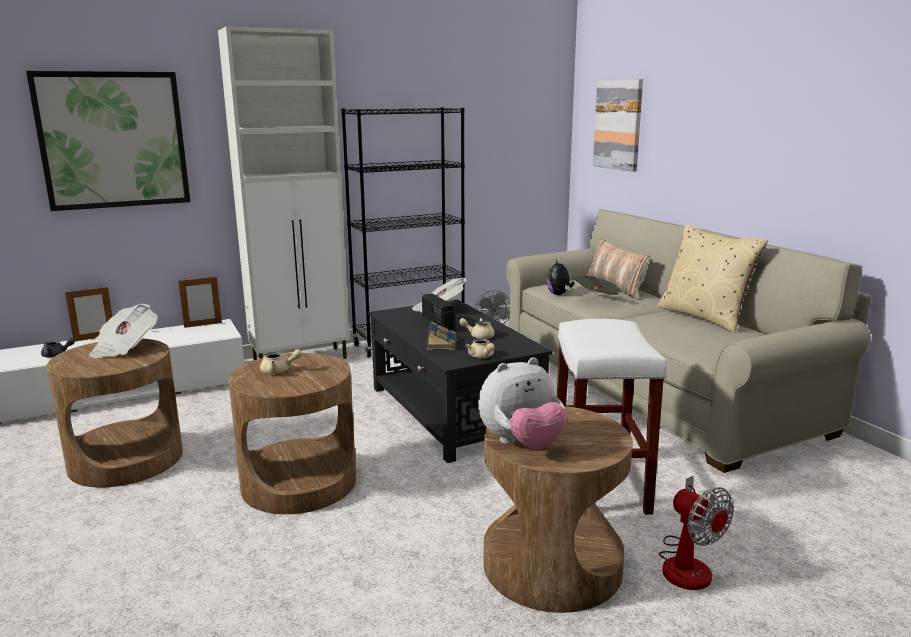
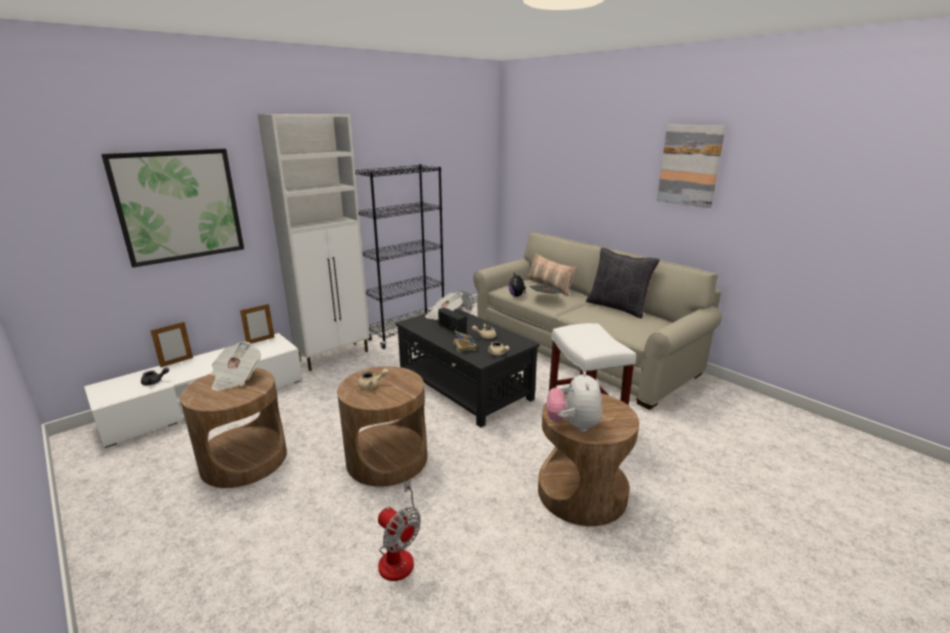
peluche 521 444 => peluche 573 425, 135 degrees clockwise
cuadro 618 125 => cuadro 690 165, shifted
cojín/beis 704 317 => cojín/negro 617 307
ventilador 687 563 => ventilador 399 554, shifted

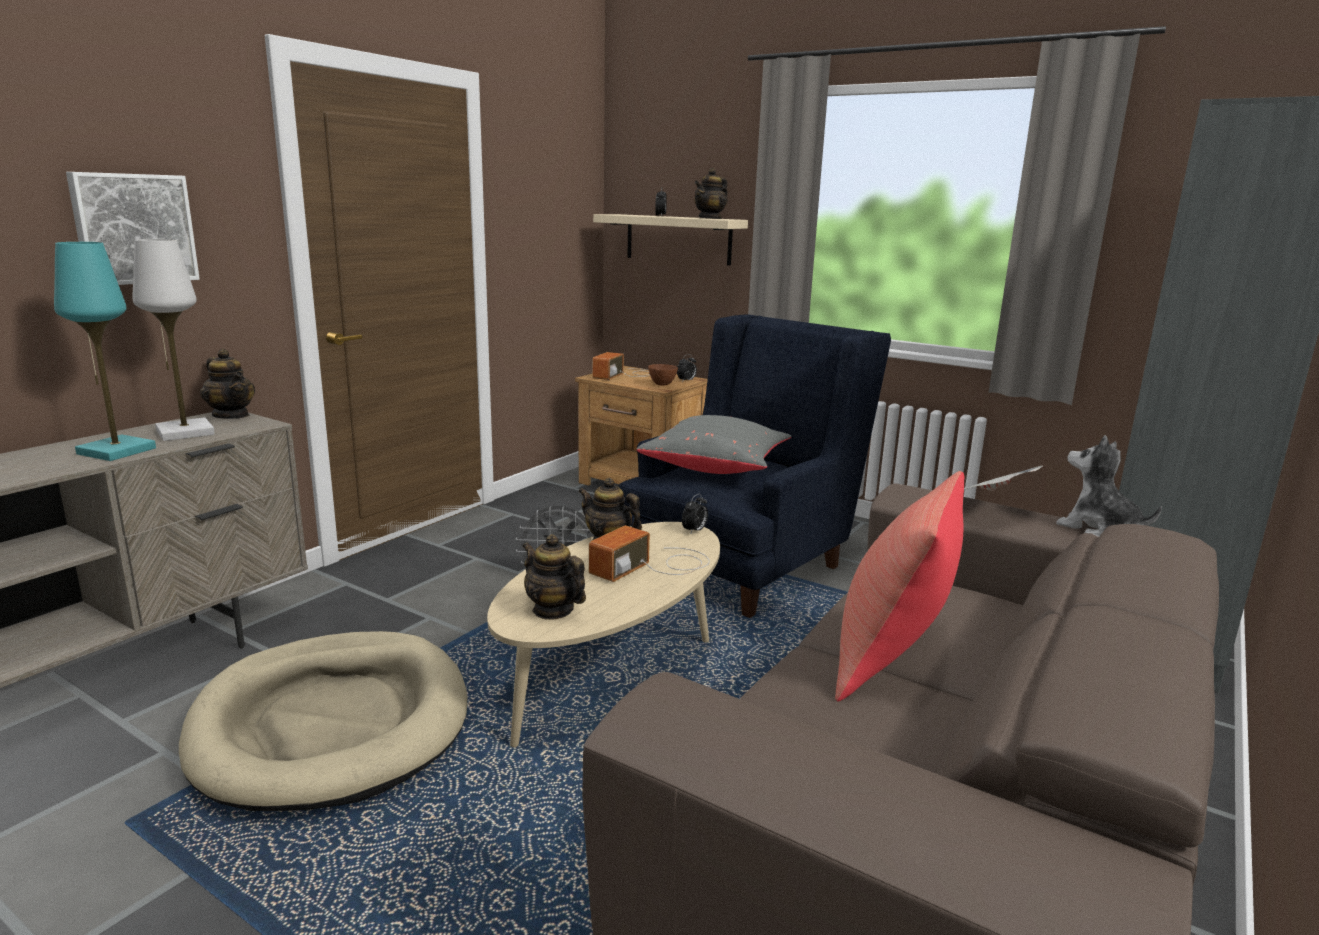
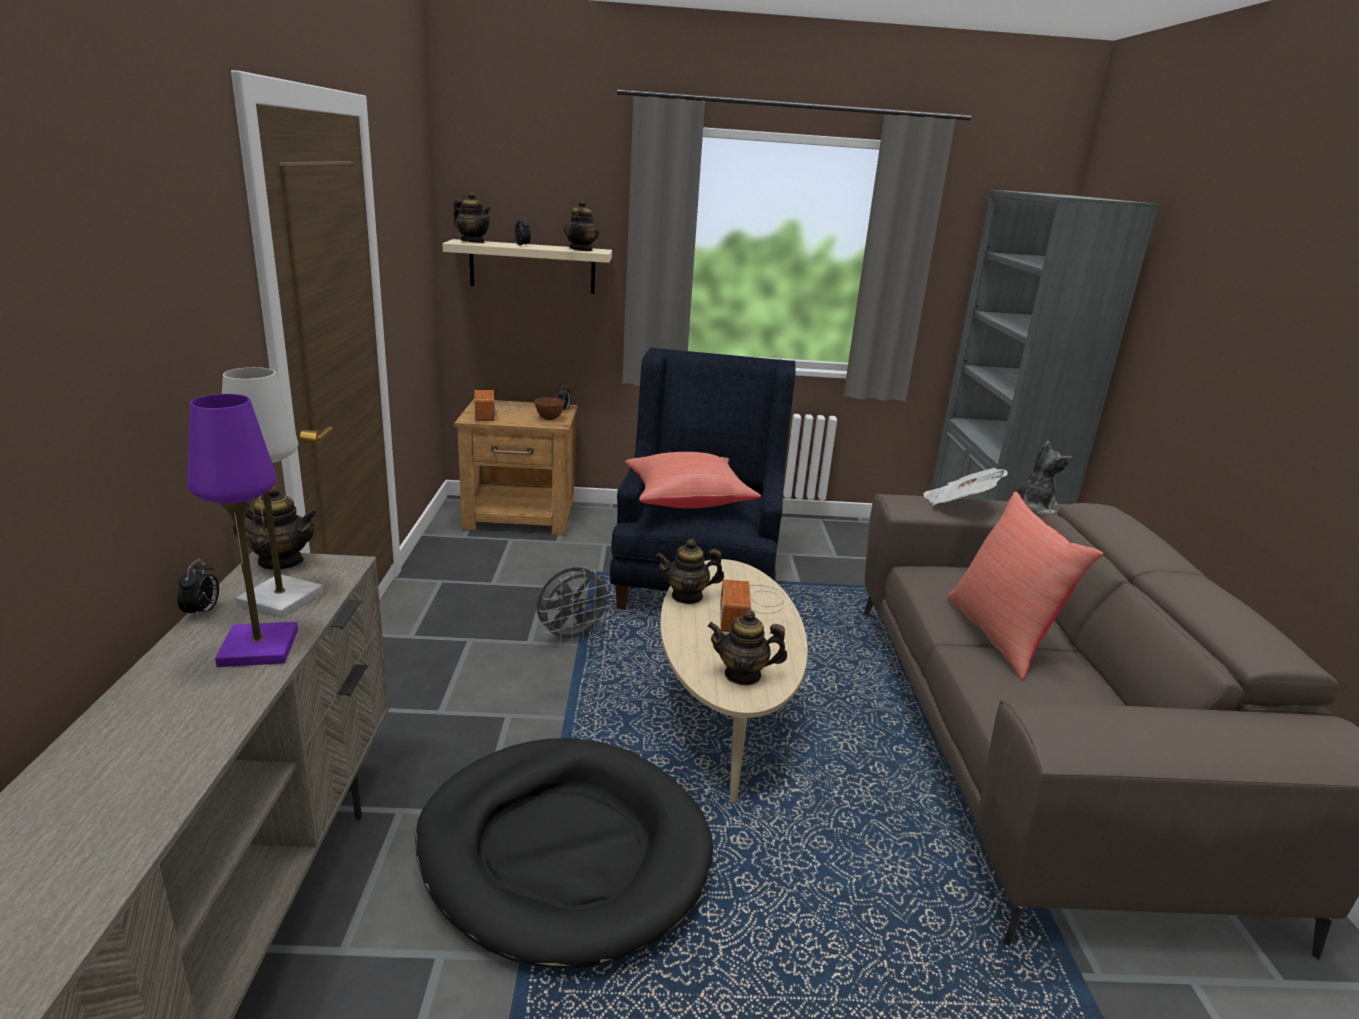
lámpara de mesa/turquesa 116 451 => lámpara de mesa/morado 259 648
cuadro 133 228 => nothing
cama para perro/beis 332 724 => cama para perro/negro 563 852
cojín/gris 716 468 => cojín/rojo 687 500
despertador 694 531 => despertador 202 612, shifted
peluche 1098 529 => peluche 1033 507, 120 degrees clockwise
nothing => tetera 473 242

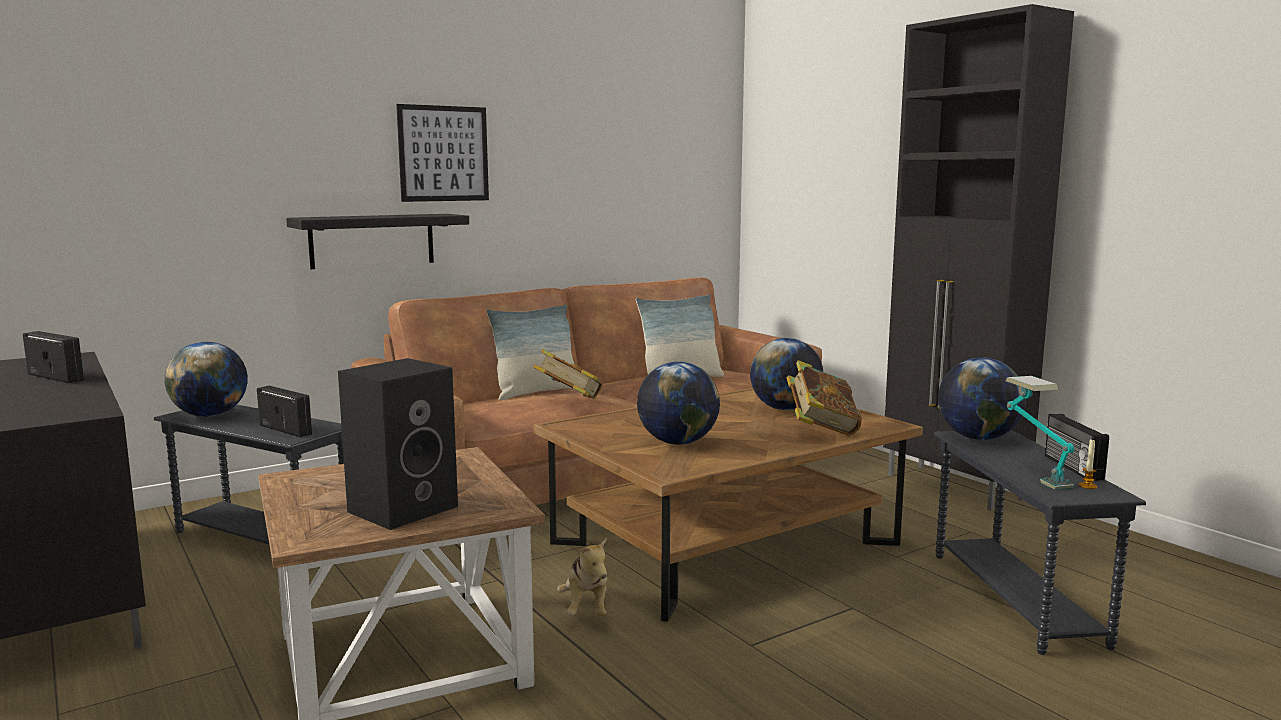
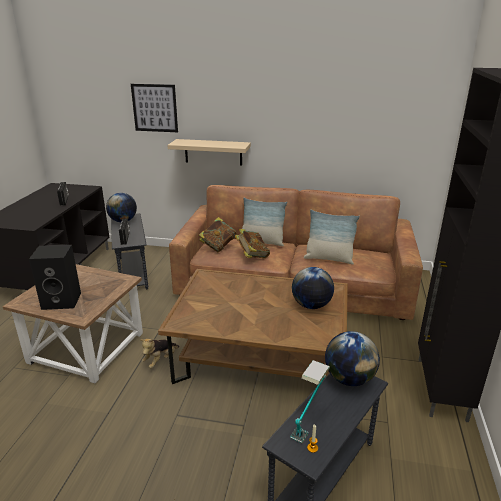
estante/negro 372 240 => estante/beis 213 152
cuadro 443 153 => cuadro 154 108, shifted
globo terráqueo 677 442 => nothing
libro 821 429 => libro 218 246, shifted
radio 1071 467 => nothing

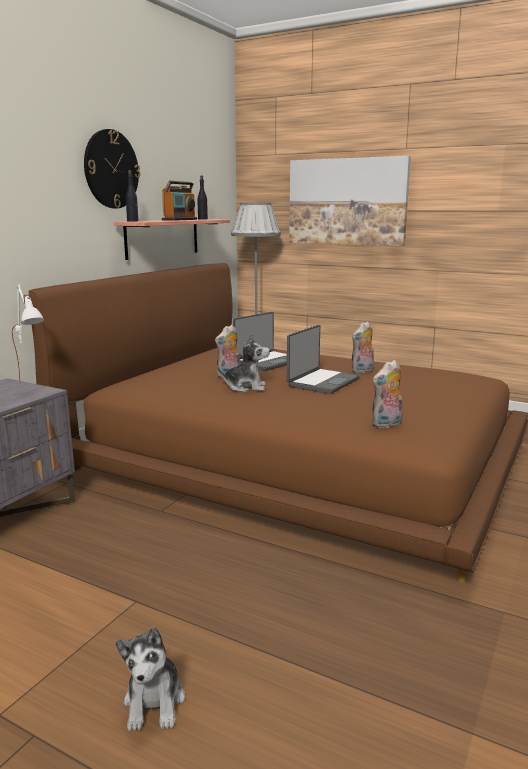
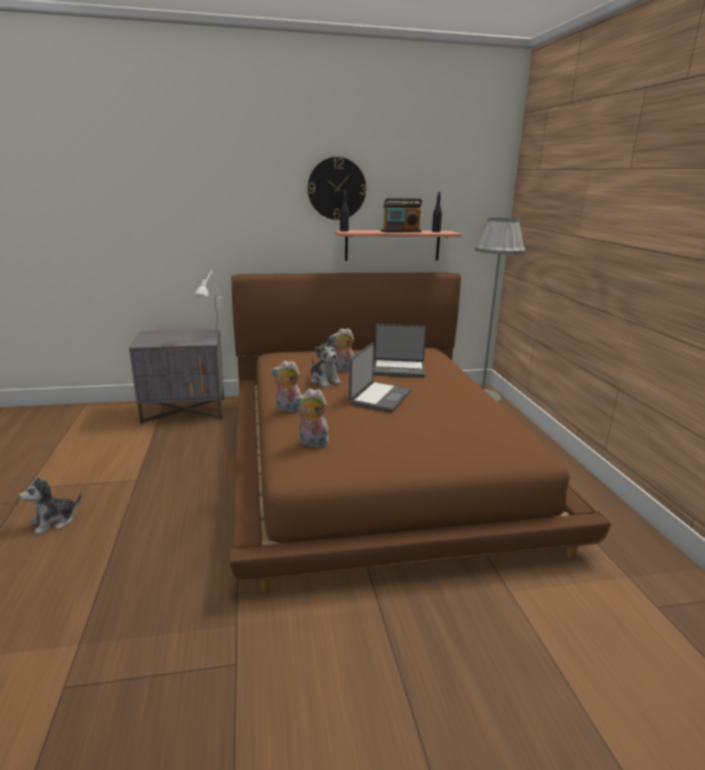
portátil 322 382 => portátil 379 397, 60 degrees counterclockwise
cuadro 347 202 => nothing
peluche 362 371 => peluche 287 409, shifted

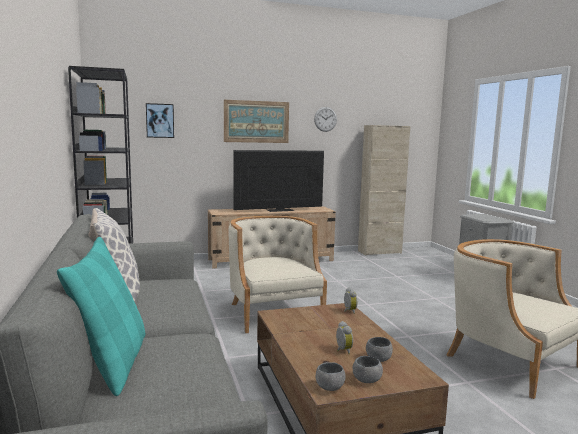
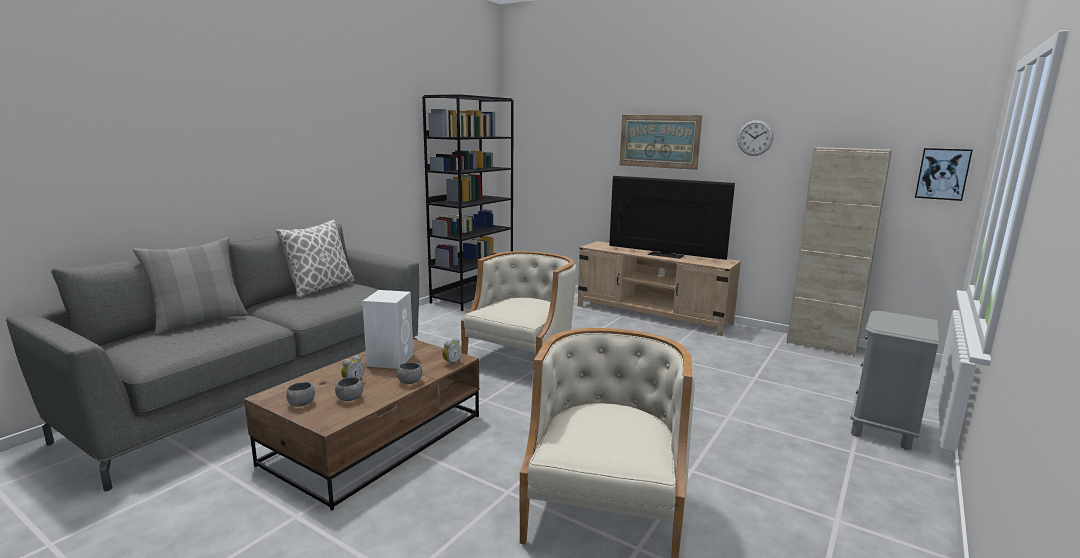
cojín/turquesa 112 363 => cojín/gris 199 322
cuadro 160 120 => cuadro 942 174, shifted
cuenco/gris 329 387 => cuenco/gris 410 382, shifted
nothing => altavoz/blanco 391 359

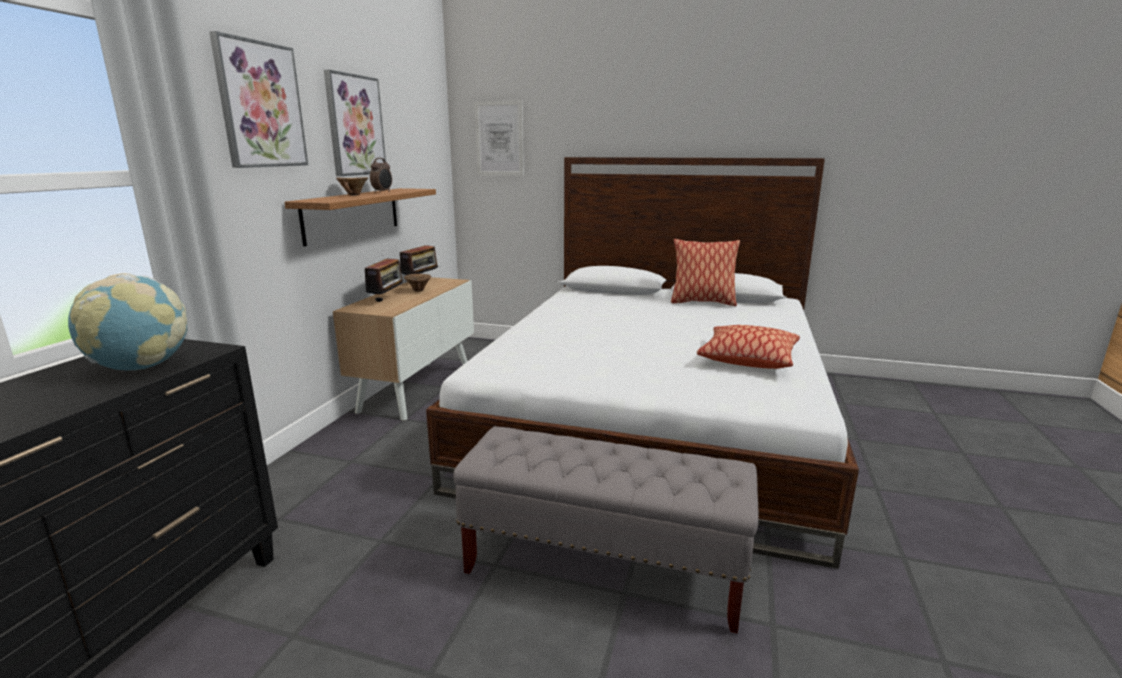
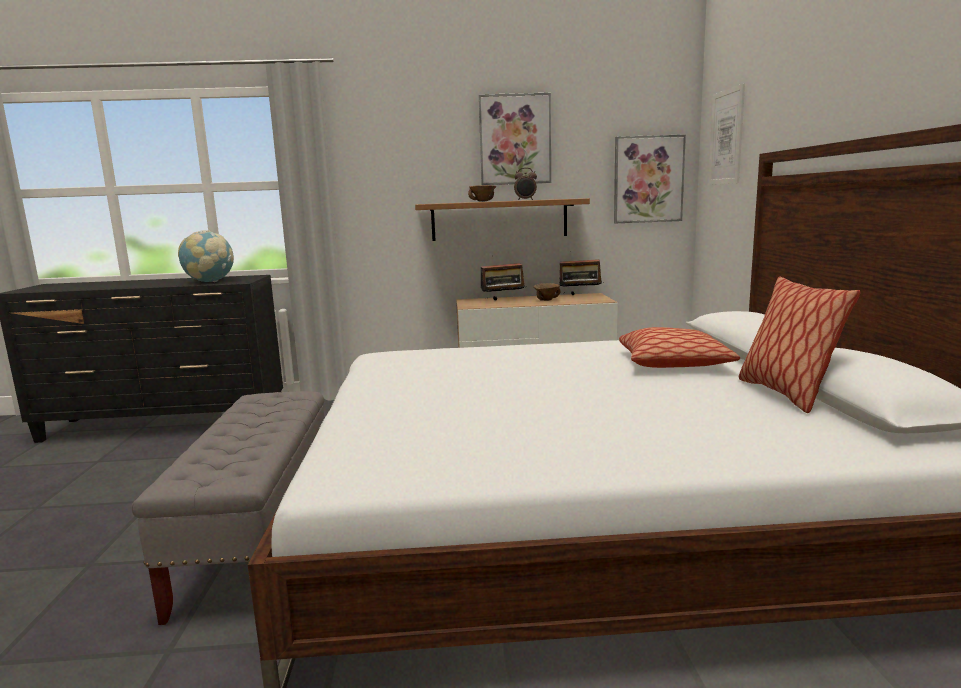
cuadro 260 105 => cuadro 648 179, shifted
cojín 748 359 => cojín 673 363, shifted

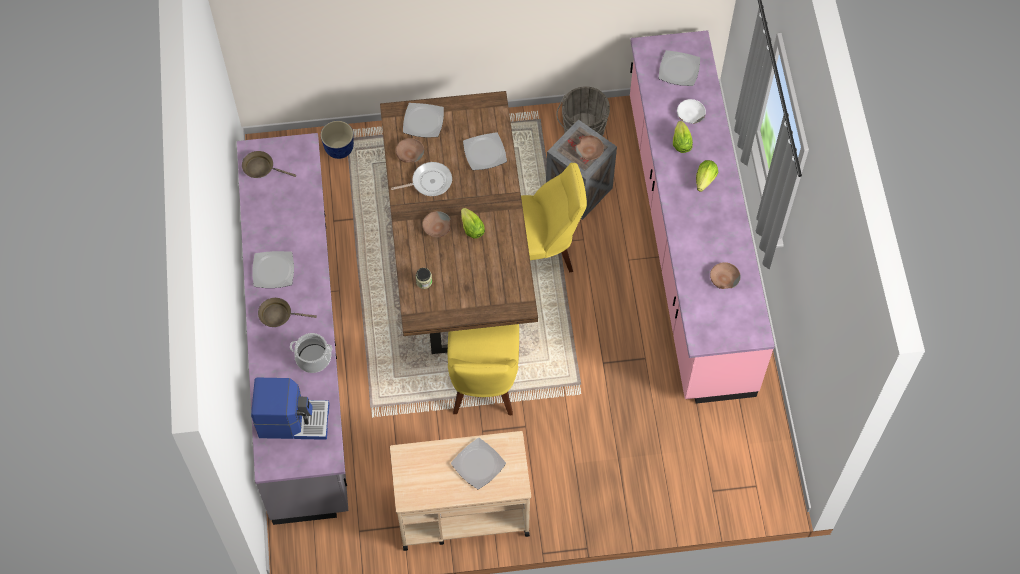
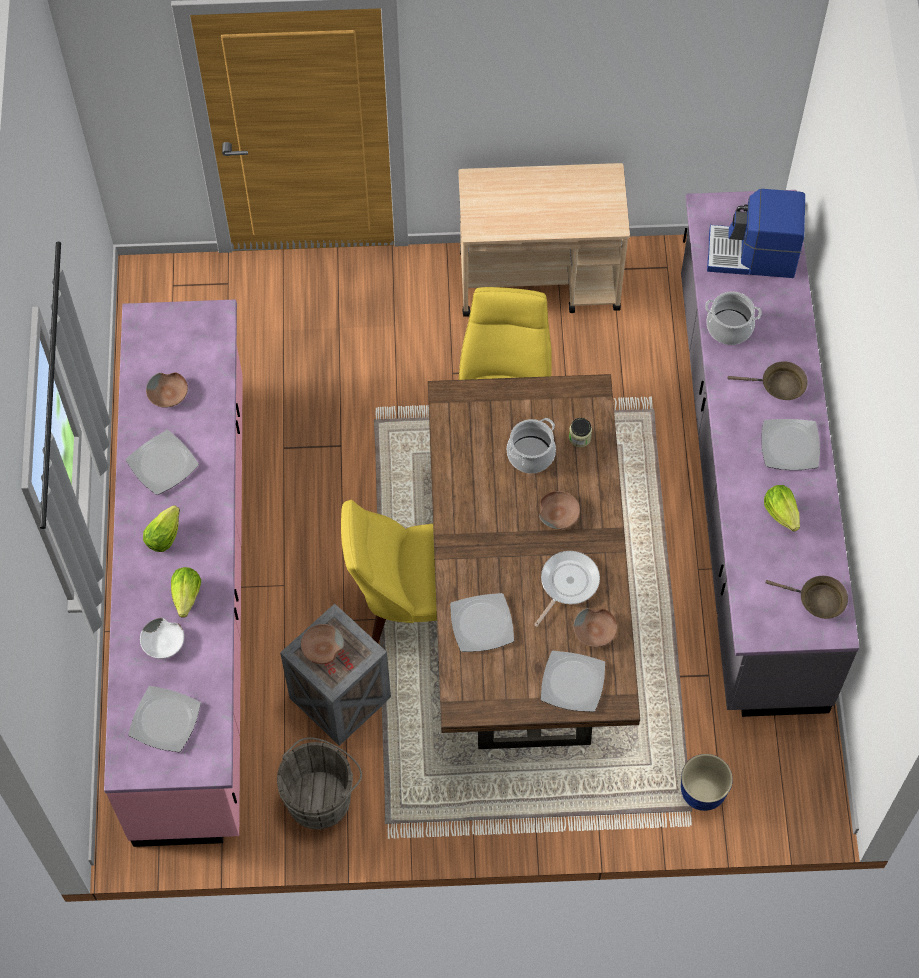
sartén 429 182 => sartén 567 583, 135 degrees clockwise
plato 479 464 => plato 162 464, shifted
lechuga 472 229 => lechuga 781 513, shifted
nothing => olla 530 454

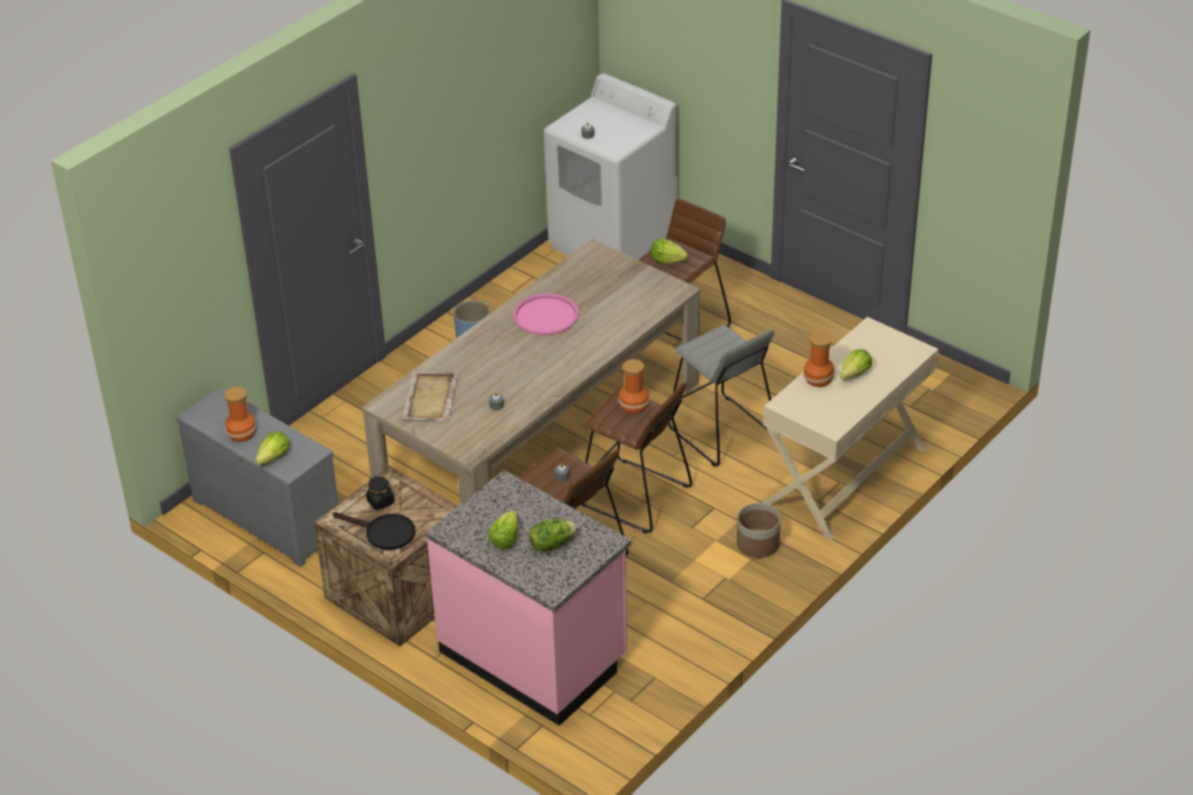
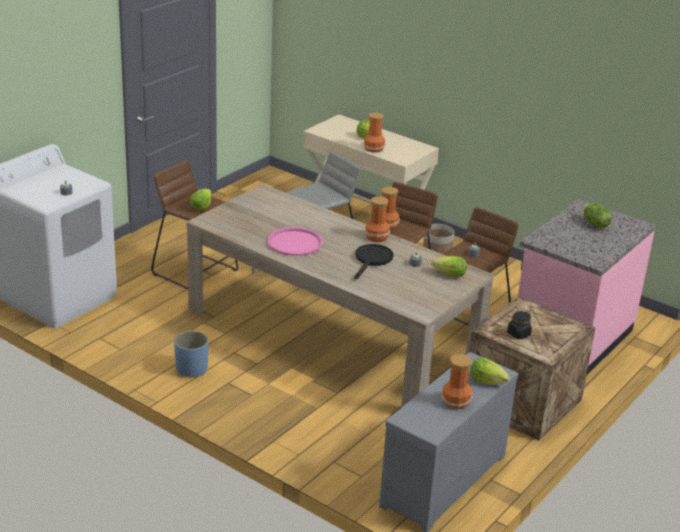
sartén/negro 383 533 => sartén/negro 372 260, shifted
bandeja/beis 430 399 => nothing
lechuga 505 539 => lechuga 450 275, shifted
nothing => florero 377 237

